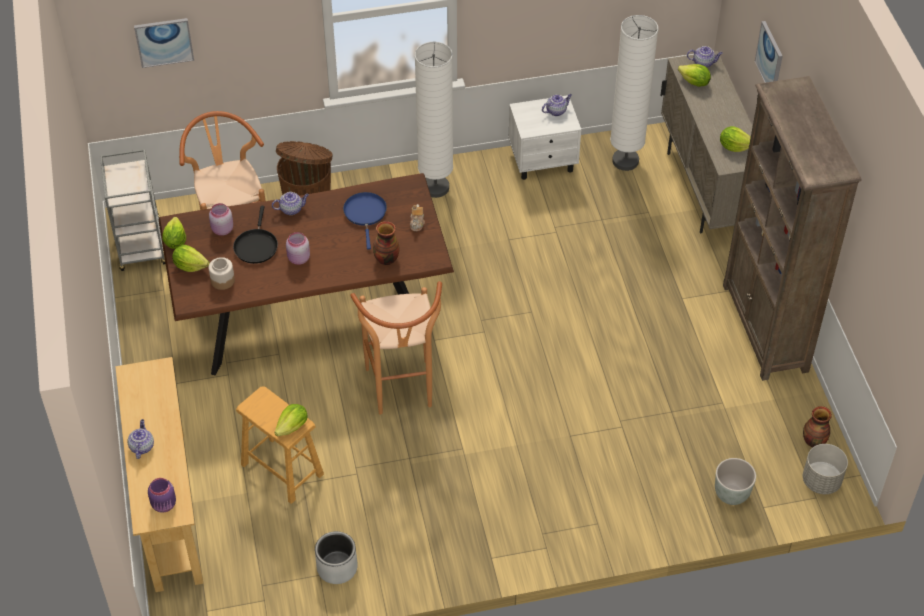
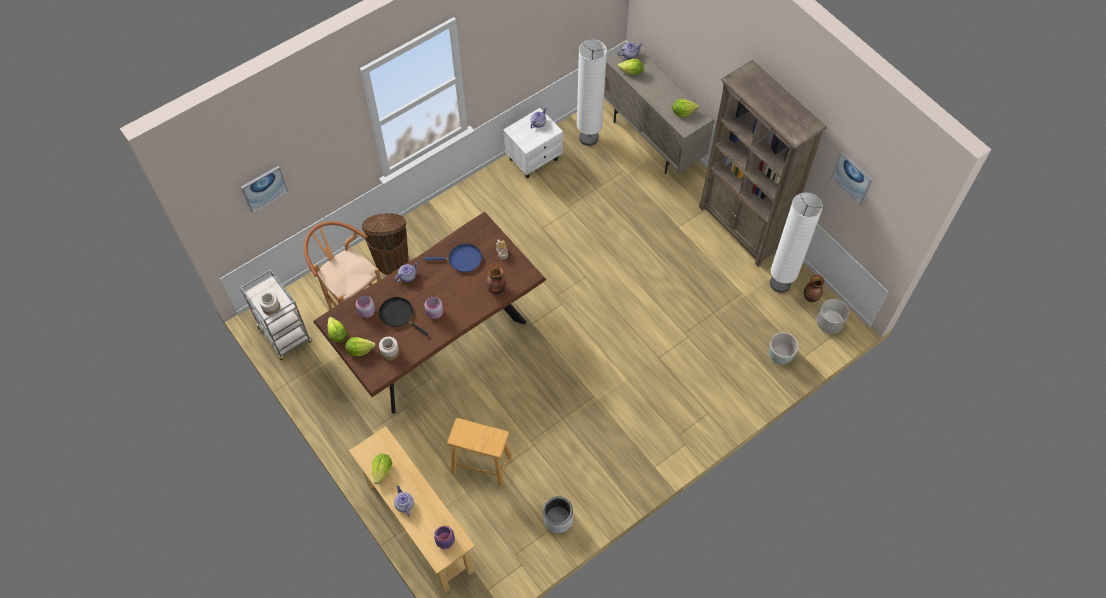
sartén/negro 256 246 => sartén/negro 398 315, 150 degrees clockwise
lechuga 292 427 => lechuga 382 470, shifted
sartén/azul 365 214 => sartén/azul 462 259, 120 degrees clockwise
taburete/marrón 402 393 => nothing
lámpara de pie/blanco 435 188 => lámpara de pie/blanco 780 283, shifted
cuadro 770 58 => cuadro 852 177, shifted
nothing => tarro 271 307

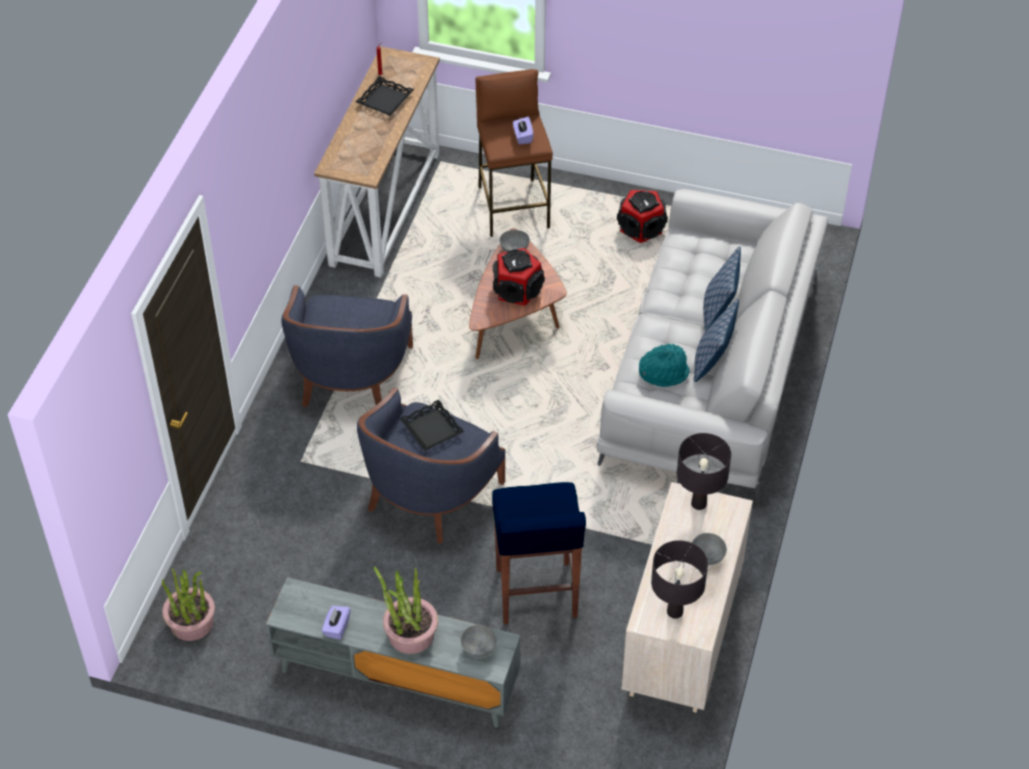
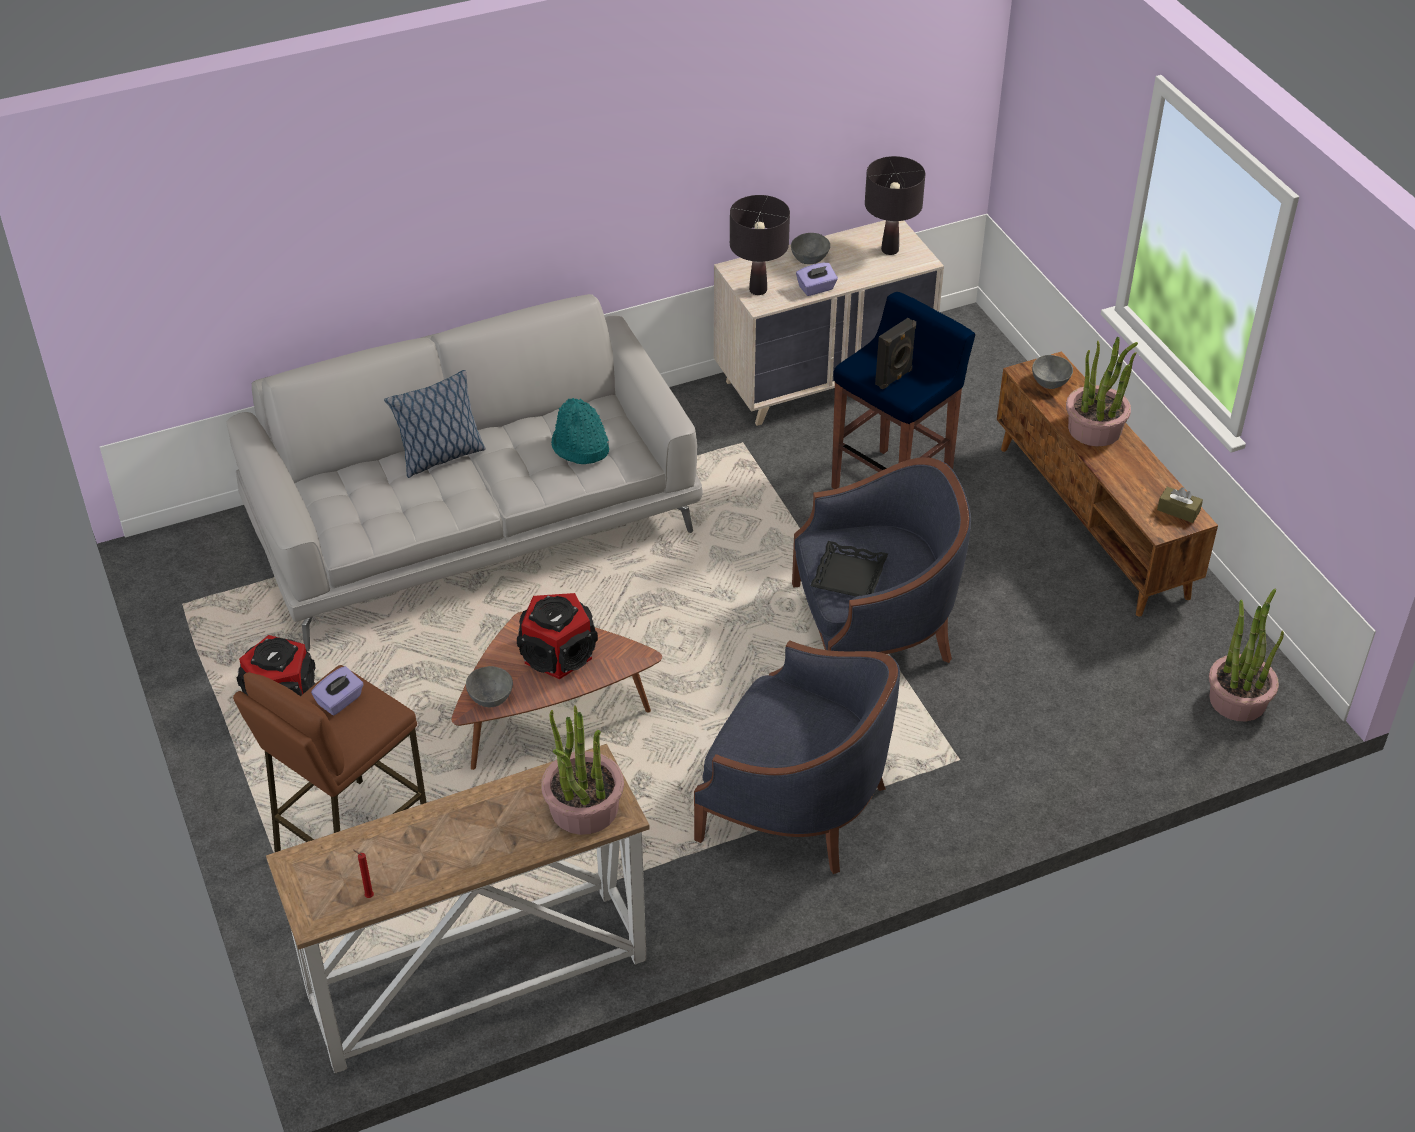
mueble de televisión/gris 395 678 => mueble de televisión/marrón 1093 521
sillón/azul 350 375 => sillón/azul 796 806, 60 degrees clockwise
caja de pañuelos/morado 336 627 => caja de pañuelos/morado 816 288, shifted
bandeja/negro 384 100 => nothing
cojín 712 361 => nothing
nothing => planta en maceta 583 808
nothing => altavoz/negro 894 378
nothing => caja de pañuelos/marrón 1178 510

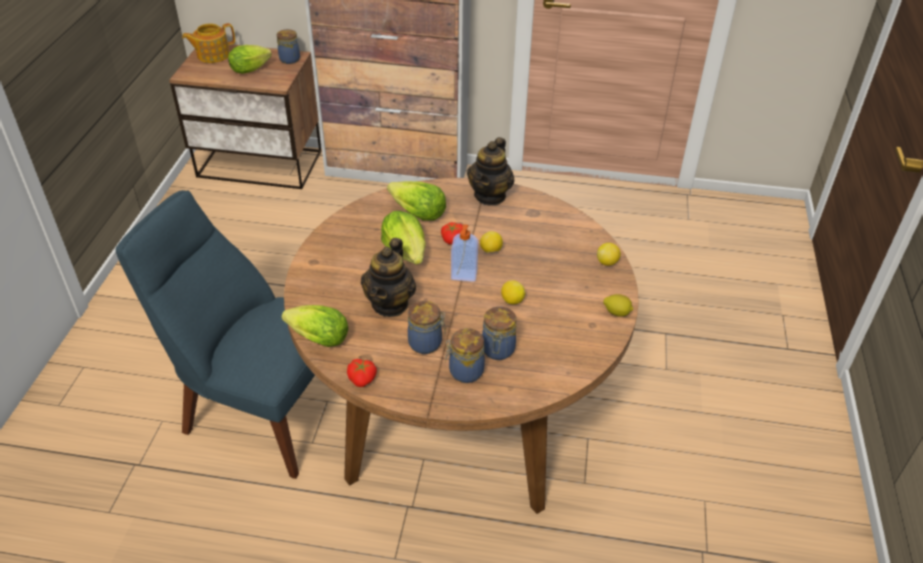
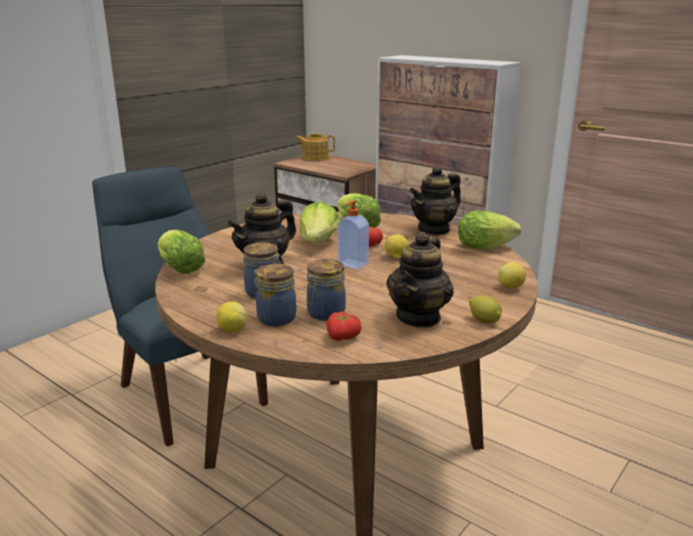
lechuga 252 69 => lechuga 488 247, shifted
tarro 290 59 => nothing
tomate 362 378 => tomate 343 337, shifted
limón 512 300 => limón 232 330, shifted
nothing => tetera 419 317

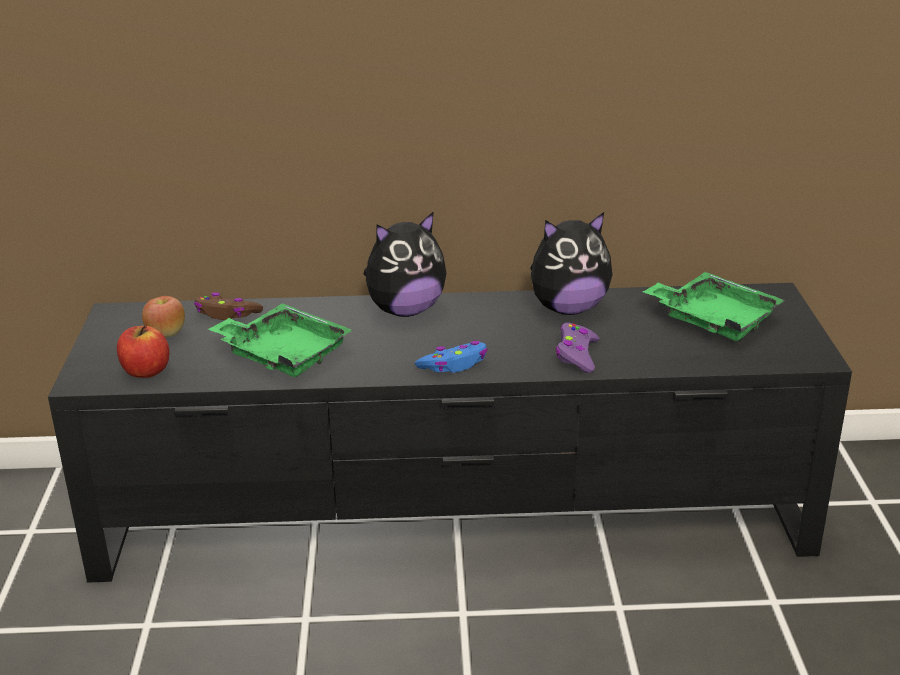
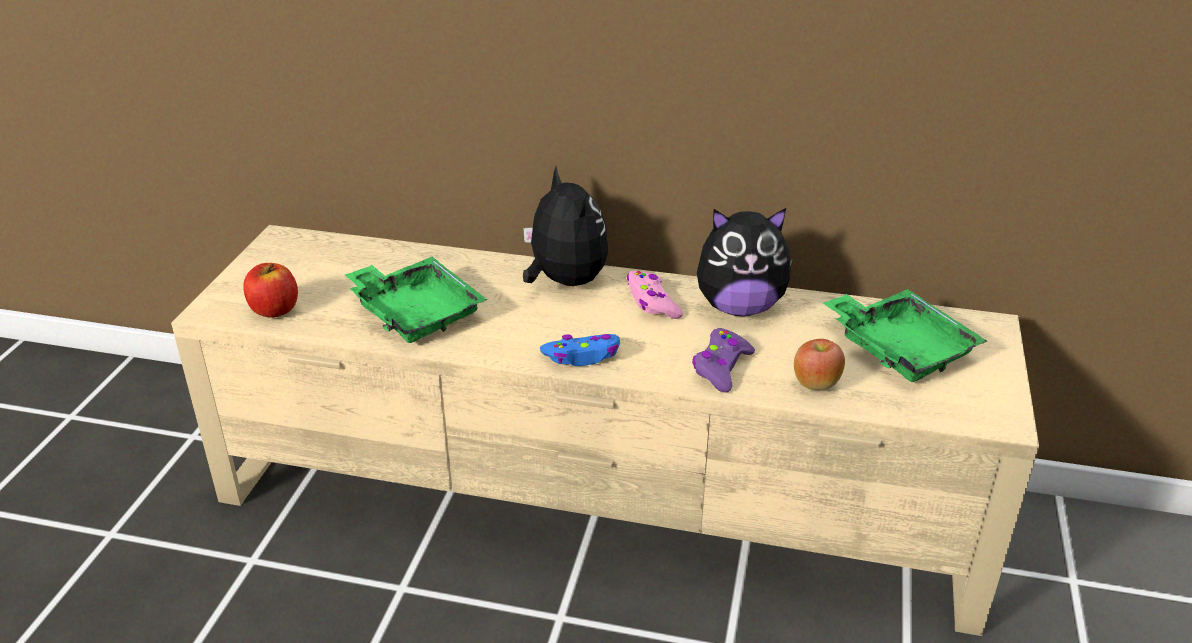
mueble de televisión/negro 456 513 => mueble de televisión/beis 600 499
manzana 166 335 => manzana 816 384, shifted
mando de consola/marrón 227 314 => nothing
peluche 405 310 => peluche 564 281, 105 degrees counterclockwise
nothing => mando de consola/rosa 652 302

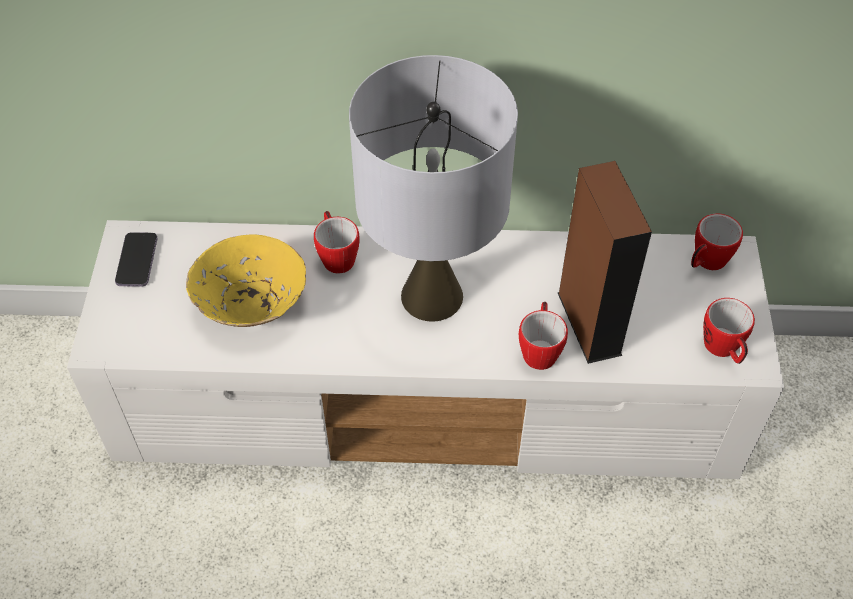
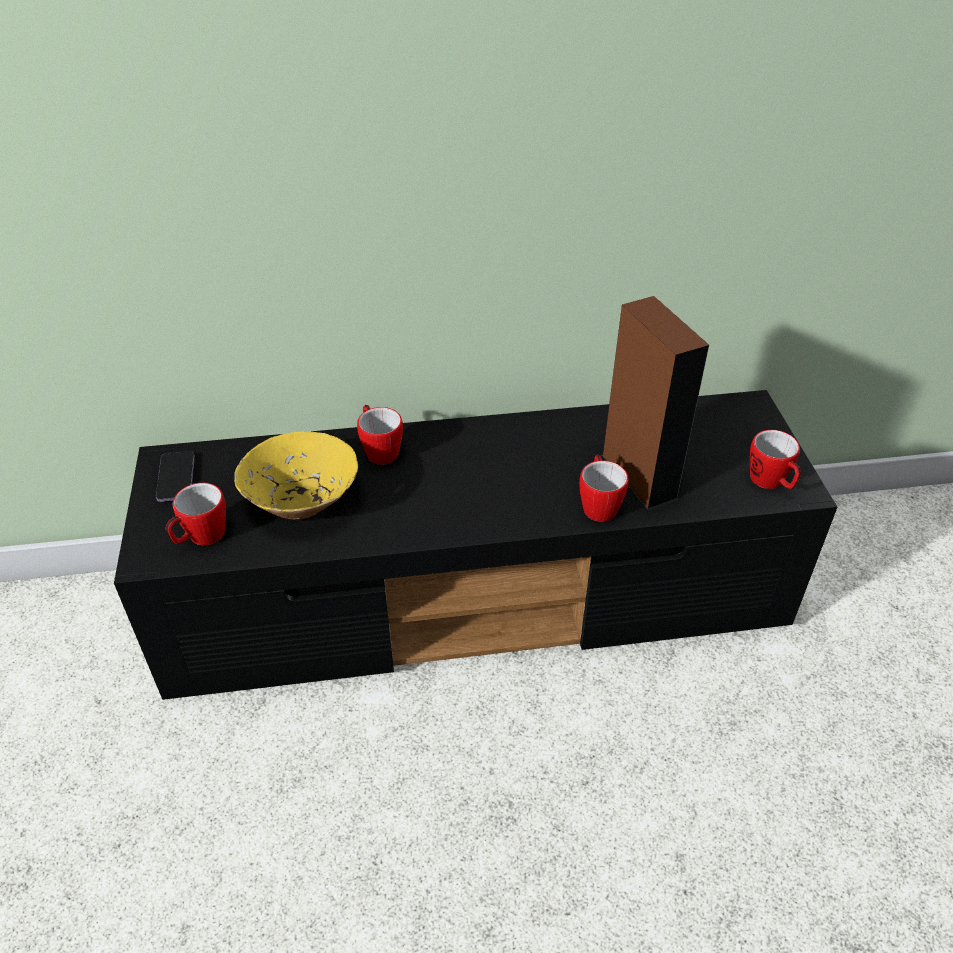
mueble de televisión/blanco 430 401 => mueble de televisión/negro 480 600
lámpara de mesa/gris 431 295 => nothing
taza grande 706 262 => taza grande 201 538, shifted

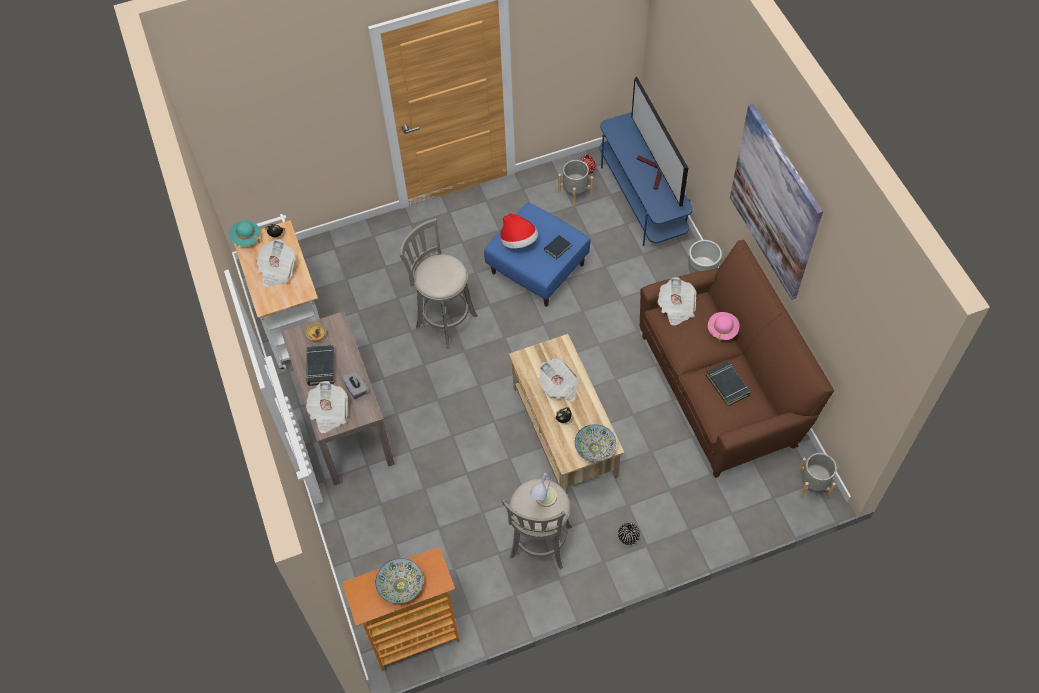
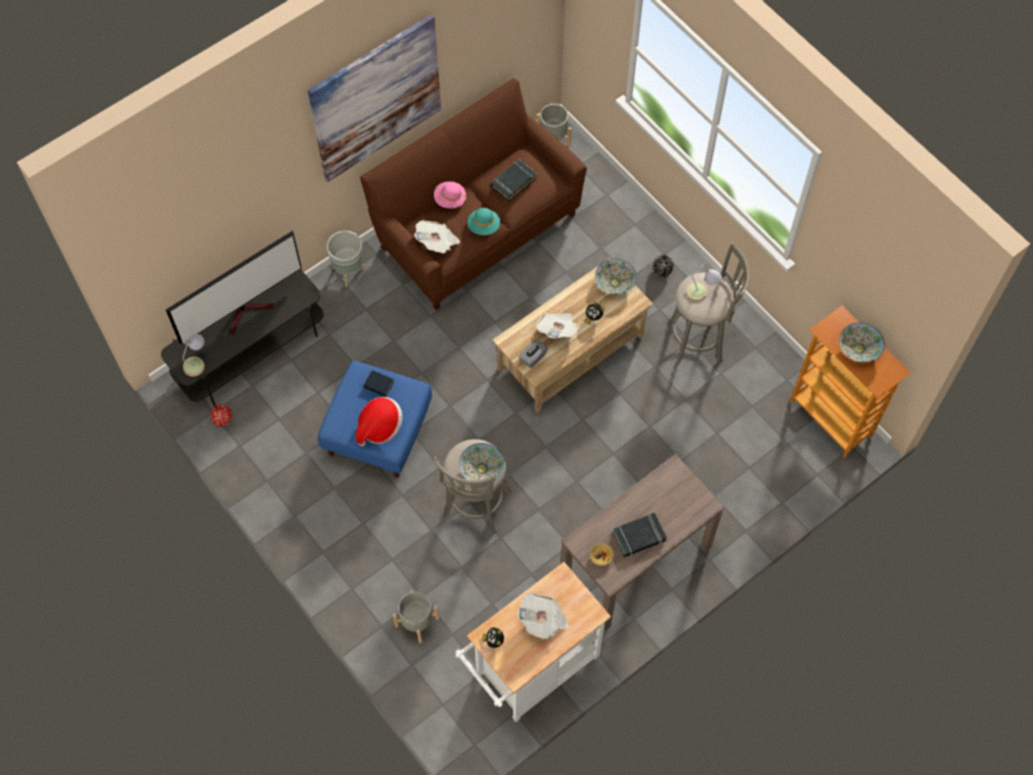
sombrero/turquesa 246 238 => sombrero/turquesa 484 226, shifted
periódico 329 413 => nothing
caja de pañuelos/gris 356 389 => caja de pañuelos/gris 532 357, shifted
maceta/gris 575 193 => maceta/gris 417 622, shifted
mueble de televisión/azul 642 199 => mueble de televisión/gris 251 352
nothing => lámpara de mesa 197 363
nothing => cuenco 481 468

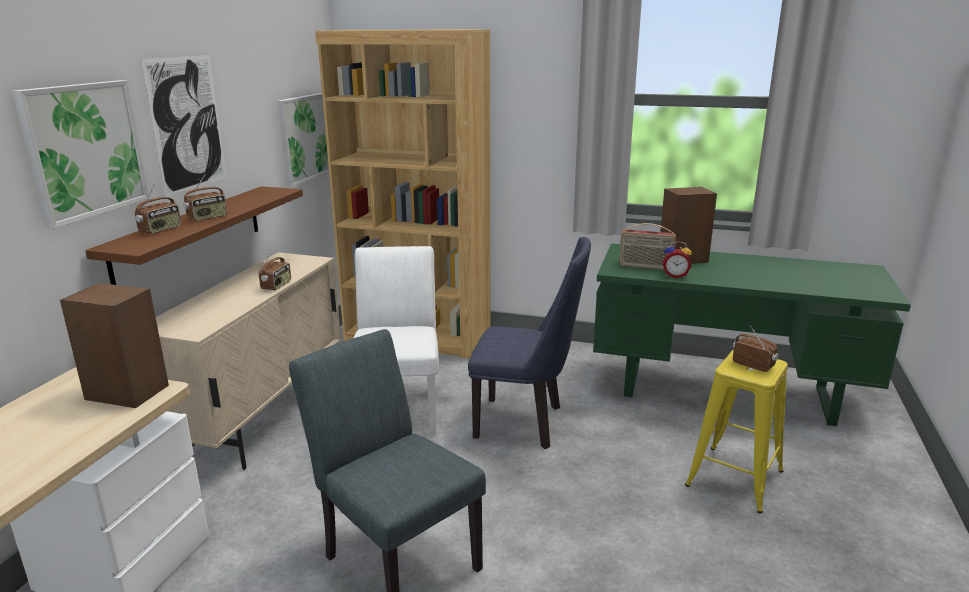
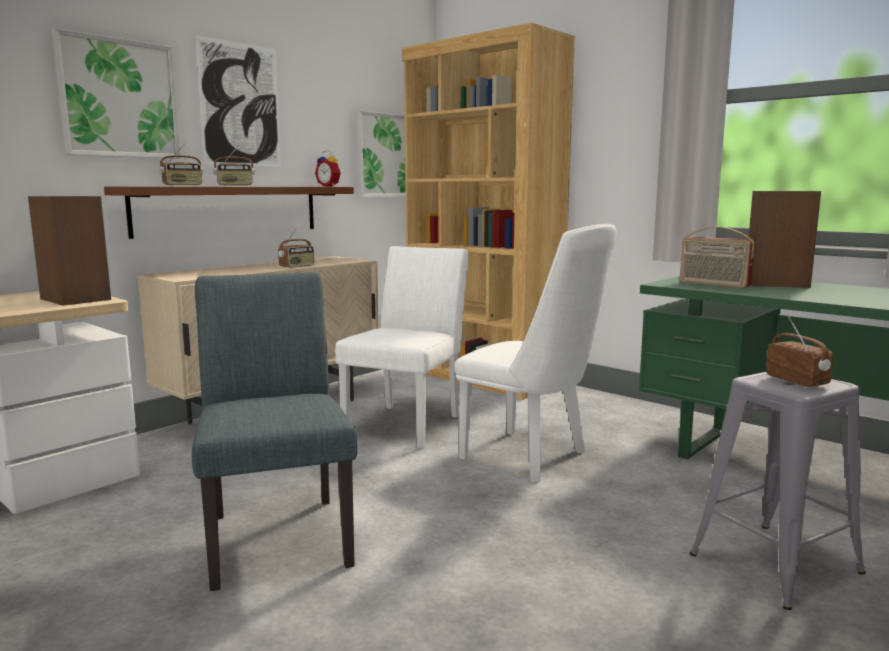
silla/azul 527 423 => silla/blanco 533 458
despertador 675 276 => despertador 329 186, shifted
taburete/amarillo 734 478 => taburete/gris 775 563

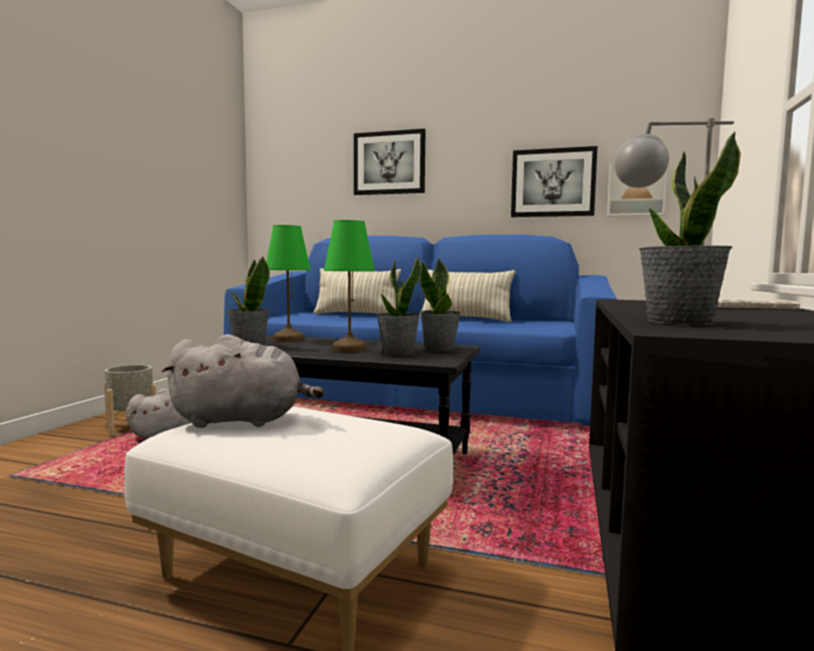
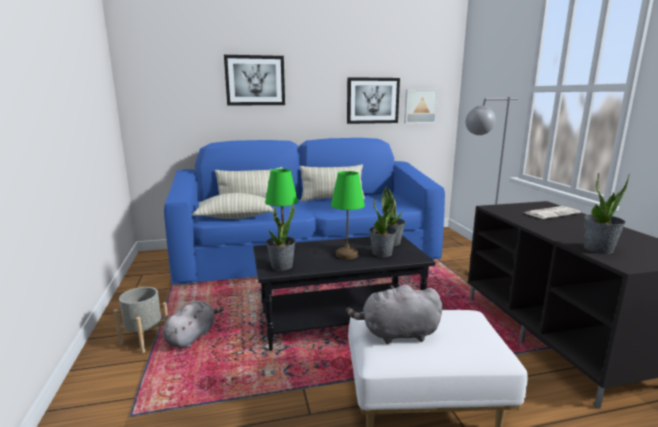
peluche/gris 243 420 => peluche/gris 396 334, 150 degrees counterclockwise
nothing => cojín 235 217

